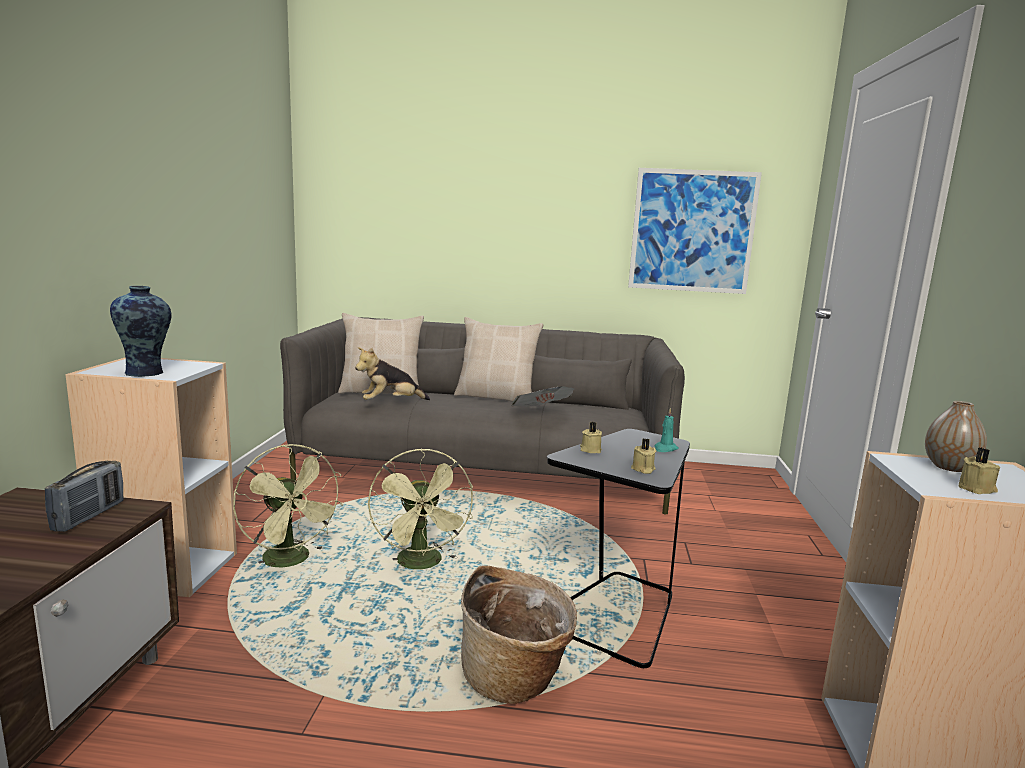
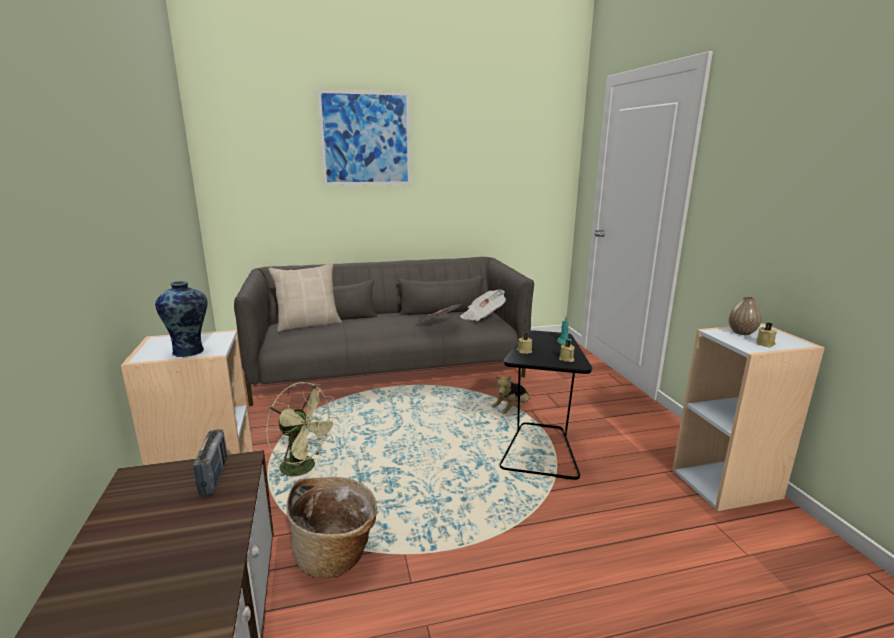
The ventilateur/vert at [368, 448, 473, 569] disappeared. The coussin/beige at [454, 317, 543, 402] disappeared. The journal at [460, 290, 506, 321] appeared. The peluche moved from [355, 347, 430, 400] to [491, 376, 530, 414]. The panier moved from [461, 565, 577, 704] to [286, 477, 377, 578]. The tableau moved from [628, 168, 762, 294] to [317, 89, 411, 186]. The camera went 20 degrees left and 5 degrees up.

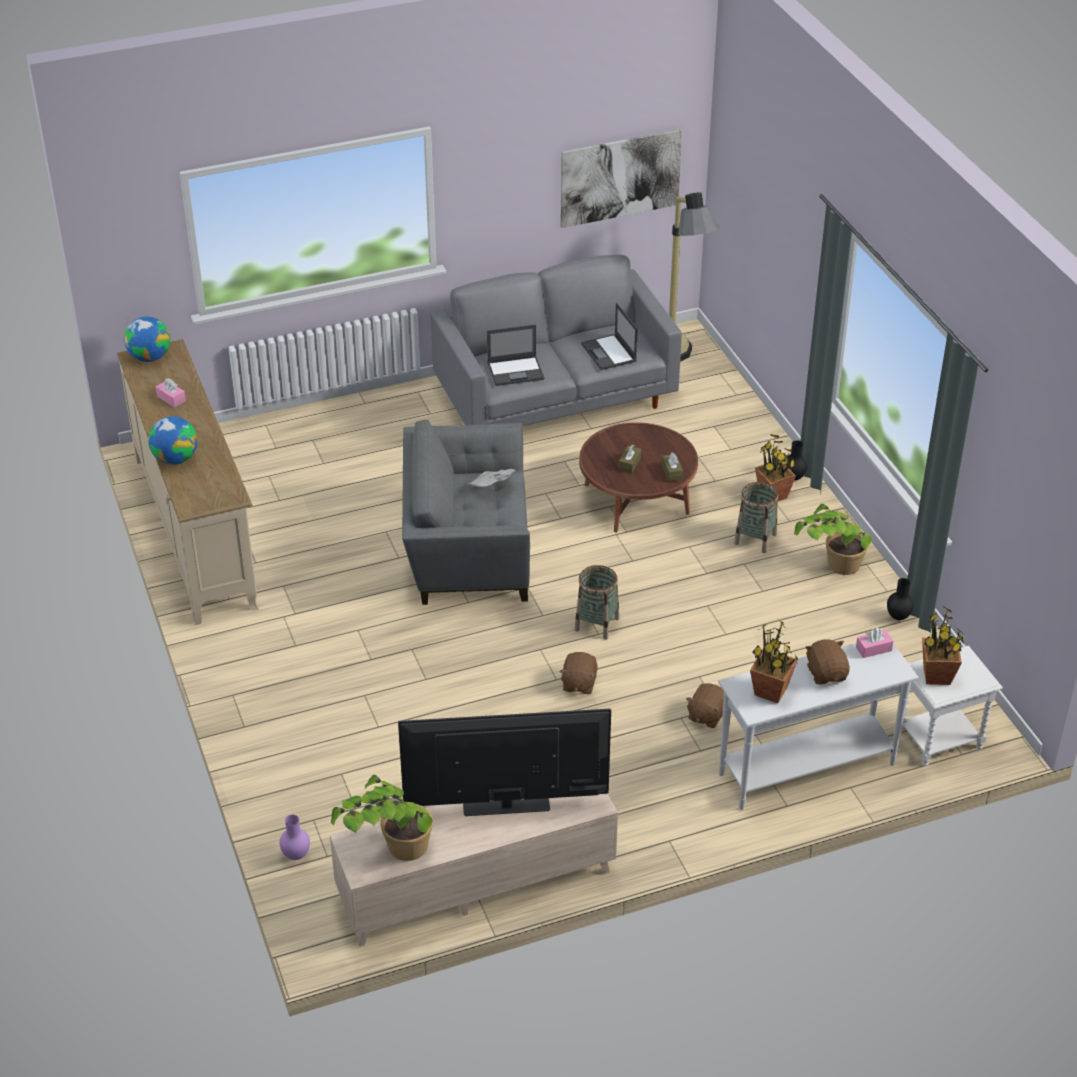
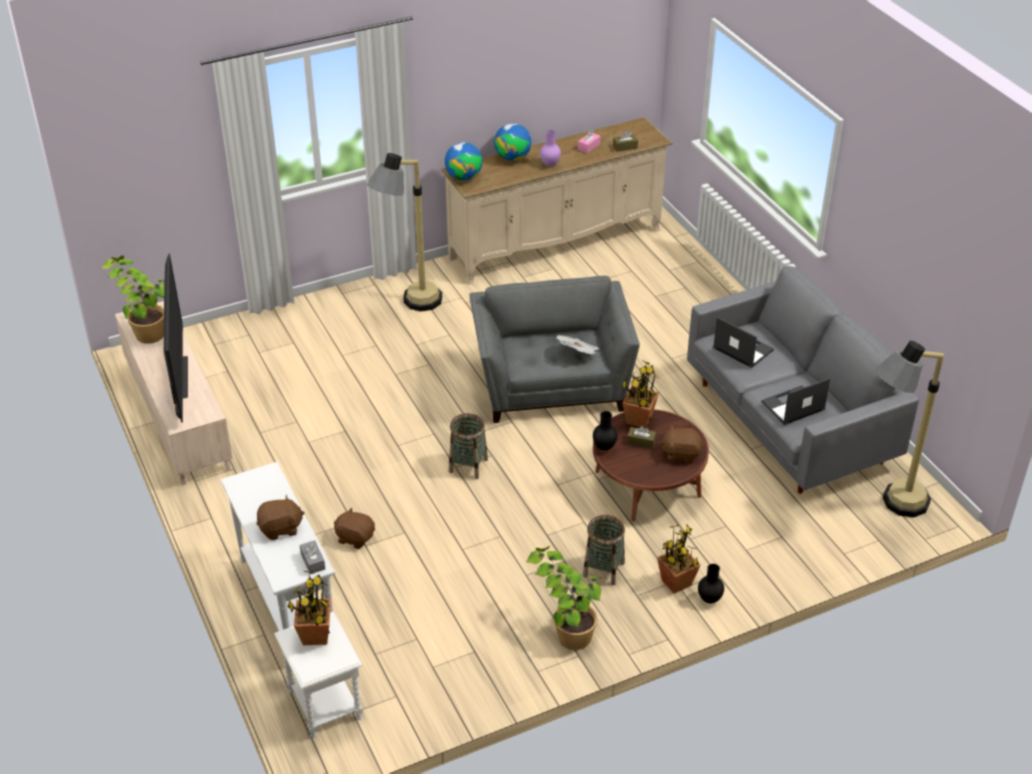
The tableau at [561, 129, 682, 228] disappeared. The lampadaire at [367, 153, 442, 312] appeared. The globe moved from [124, 317, 170, 362] to [445, 142, 482, 181]. The vase/violet moved from [279, 815, 310, 860] to [540, 130, 561, 166]. The peluche/marron moved from [559, 652, 598, 694] to [659, 425, 702, 463]. The boîte à mouchoirs/marron moved from [662, 452, 683, 481] to [613, 131, 638, 152]. The plante en pot moved from [750, 619, 798, 703] to [622, 360, 659, 428]. The vase/noir moved from [887, 578, 914, 620] to [593, 411, 618, 450]. The boîte à mouchoirs/rose at [856, 628, 893, 658] became the boîte à mouchoirs/gris at [300, 540, 325, 574]. The ordinateur portable at [487, 325, 544, 386] turned 150 degrees clockwise. The camera went 85 degrees right and 0 degrees up.

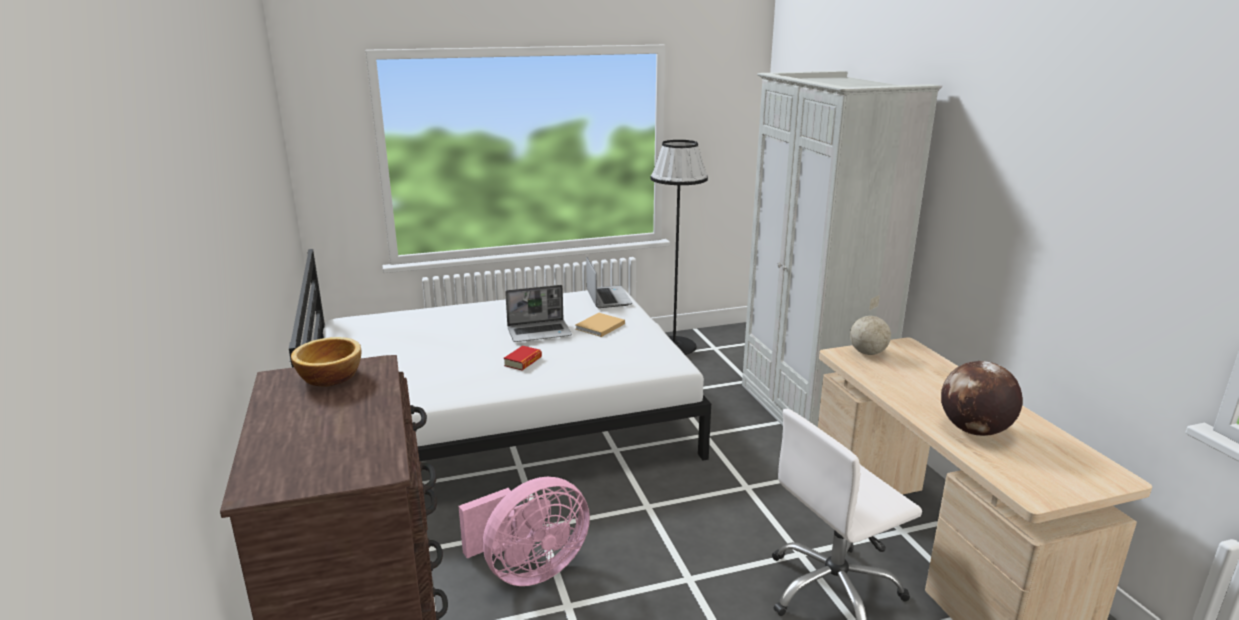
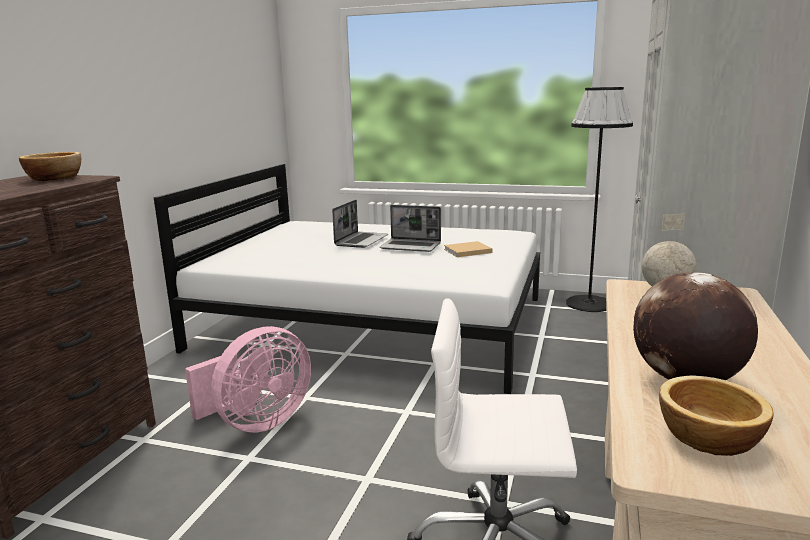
The livre at [504, 346, 542, 370] disappeared. The bol at [659, 376, 774, 456] appeared. The ordinateur portable moved from [586, 257, 632, 308] to [332, 200, 388, 248]. The ventilateur/rose at [459, 477, 590, 586] turned 45 degrees counterclockwise. The camera went 35 degrees right and 5 degrees down.

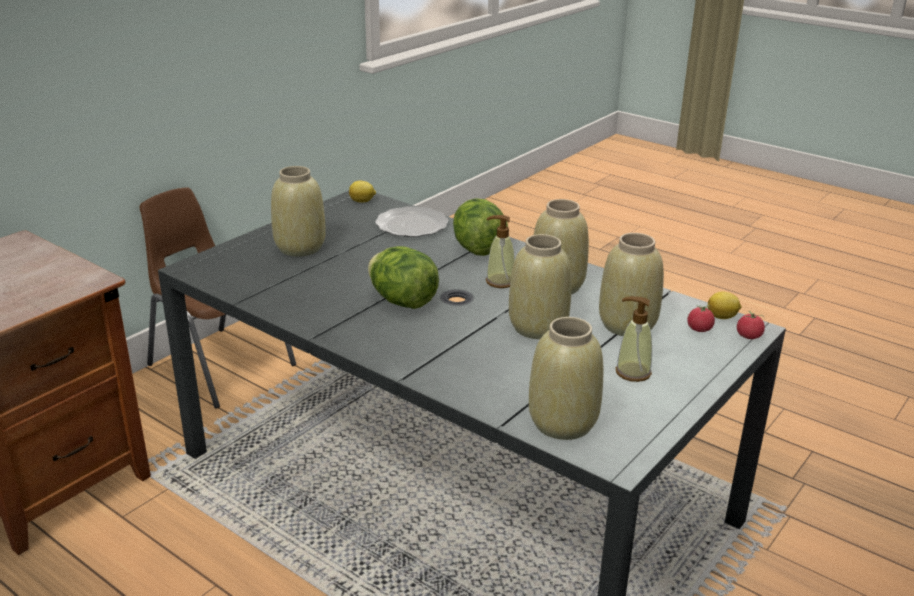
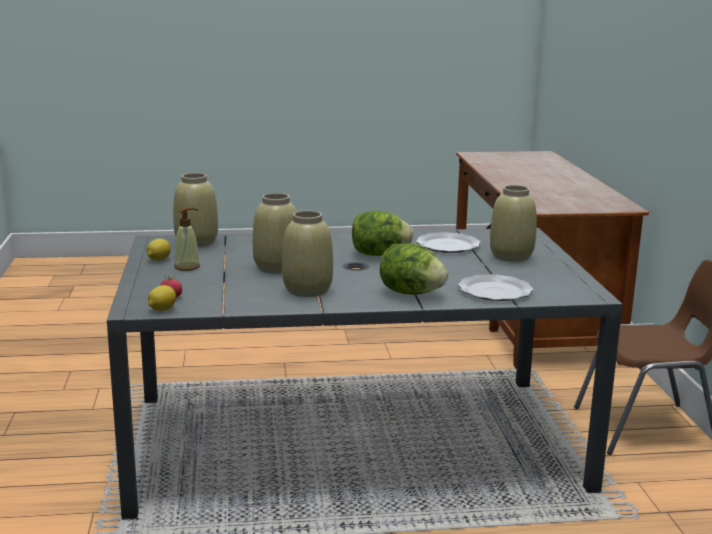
The distributeur de savon at [486, 215, 515, 288] disappeared. The vase/beige at [599, 233, 664, 336] disappeared. The tomate at [737, 311, 765, 339] disappeared. The assiette at [416, 232, 481, 253] appeared. The citron moved from [349, 181, 376, 203] to [147, 239, 171, 261]. The camera went 135 degrees right and 10 degrees down.

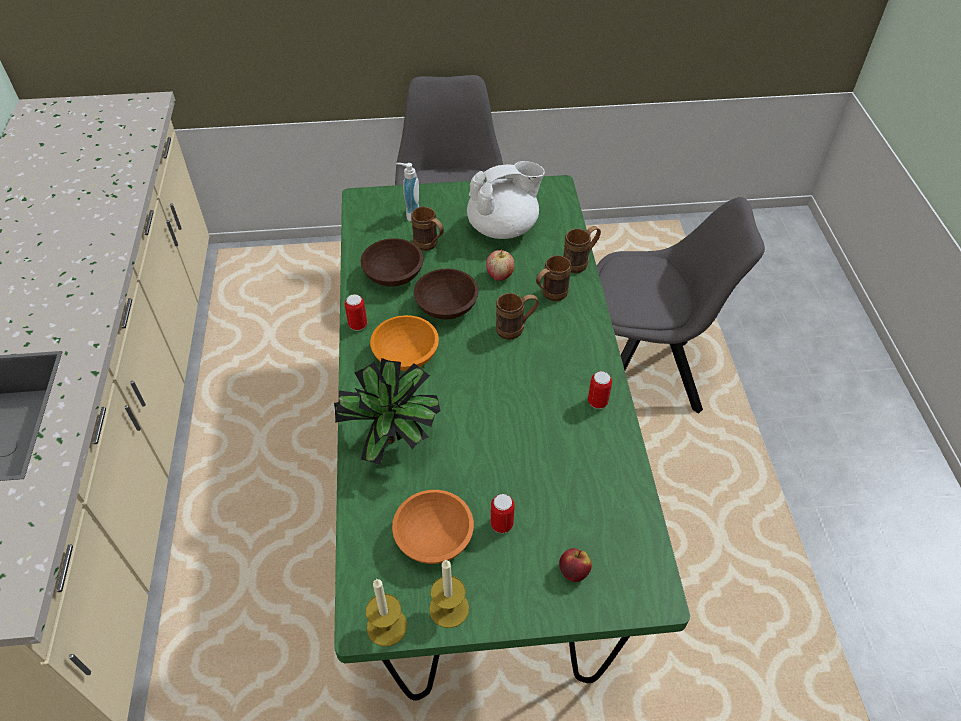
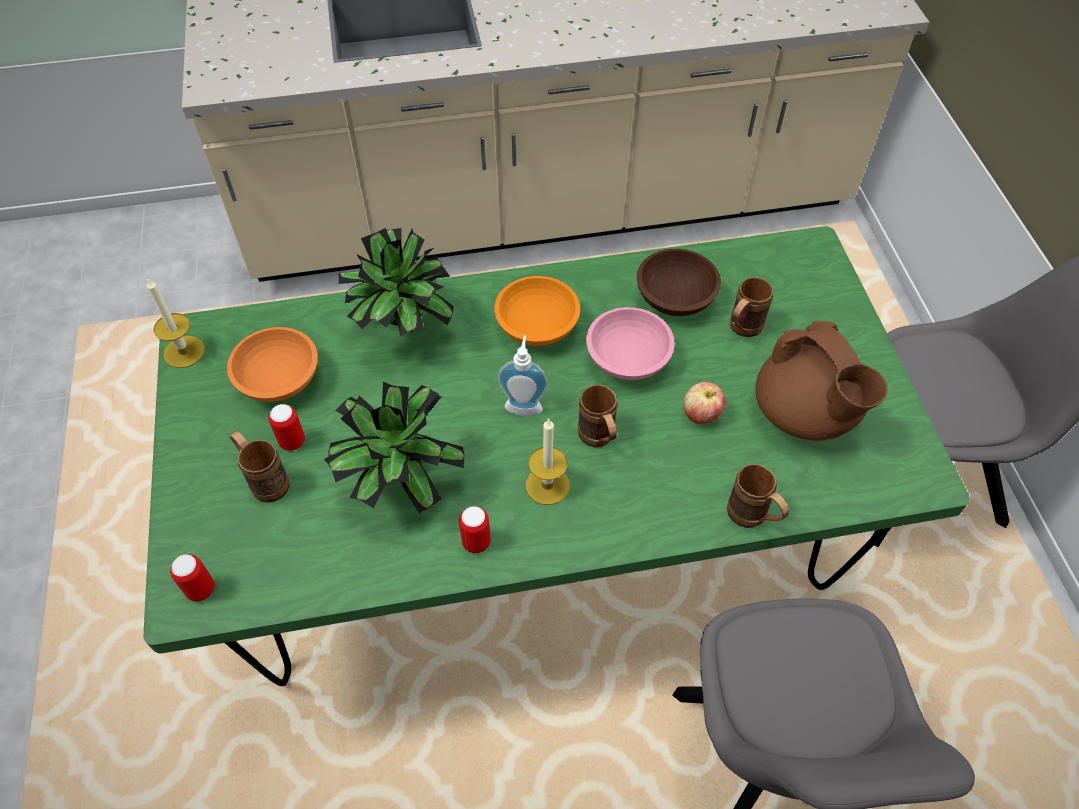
The pomme at [559, 548, 592, 582] disappeared. The plante en pot at [324, 382, 464, 514] appeared. The boîte métallique moved from [345, 294, 367, 331] to [170, 554, 215, 602]. The distributeur de savon moved from [396, 163, 419, 221] to [497, 335, 548, 416]. The bougie moved from [429, 560, 469, 628] to [526, 418, 570, 505]. The mug/marron moved from [536, 255, 571, 301] to [230, 431, 290, 503]. The bol/marron at [414, 269, 479, 319] became the bol/rose at [586, 307, 675, 380]. The théière/blanc at [467, 161, 545, 239] became the théière/marron at [755, 321, 888, 441]. The camera went 85 degrees right and 5 degrees up.

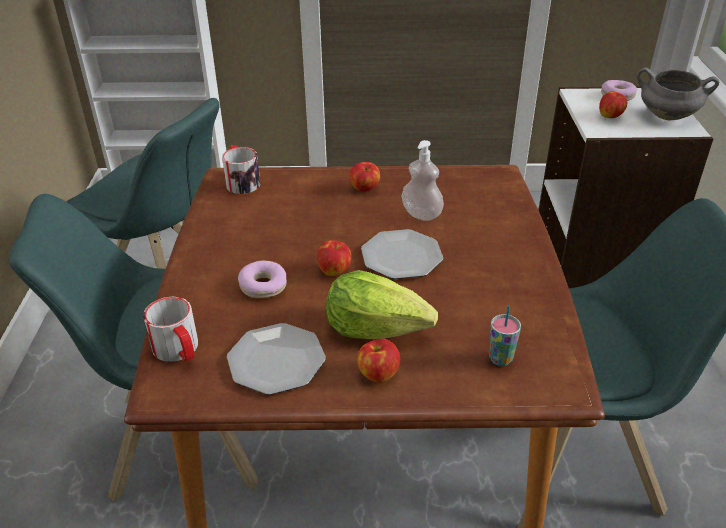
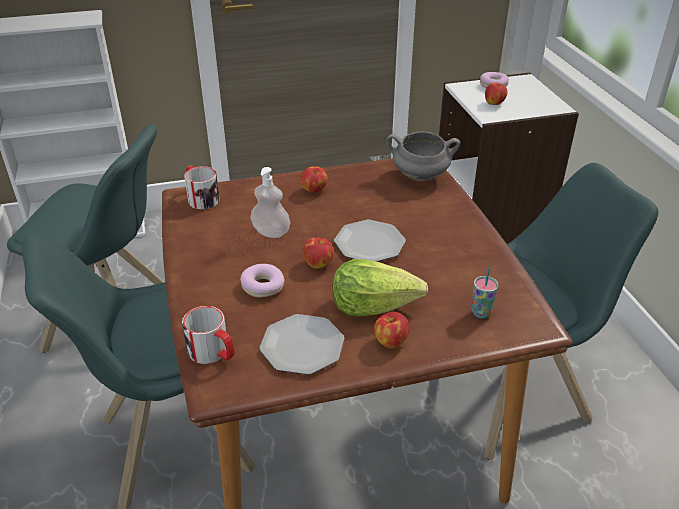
The distributeur de savon moved from [401, 140, 444, 221] to [251, 167, 290, 238]. The marmite/gris moved from [637, 67, 719, 121] to [386, 132, 460, 181]. The camera went 15 degrees left and 0 degrees up.

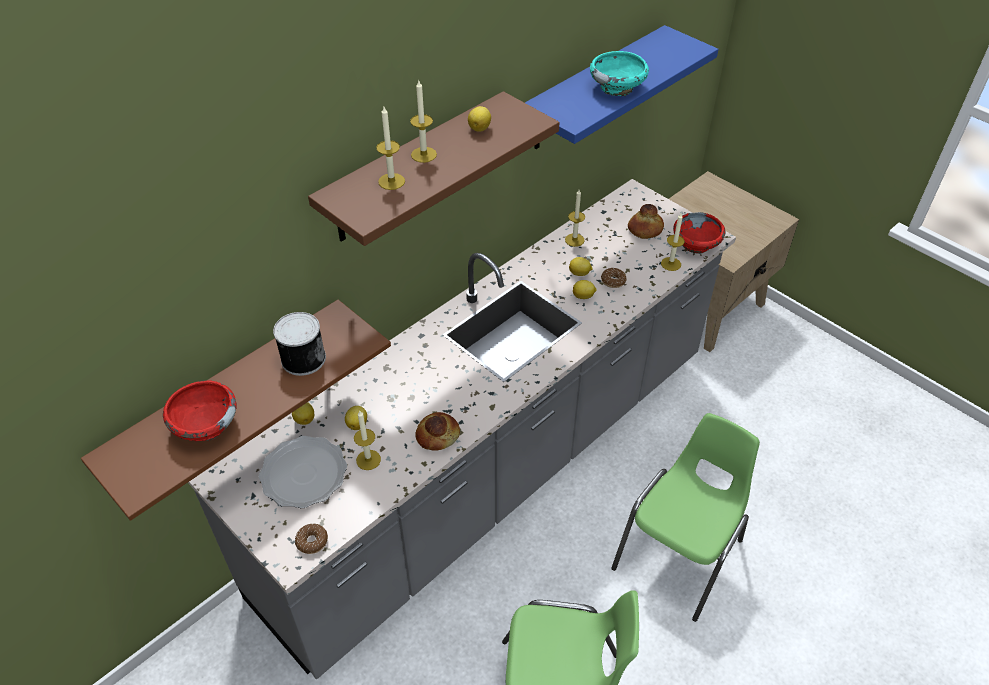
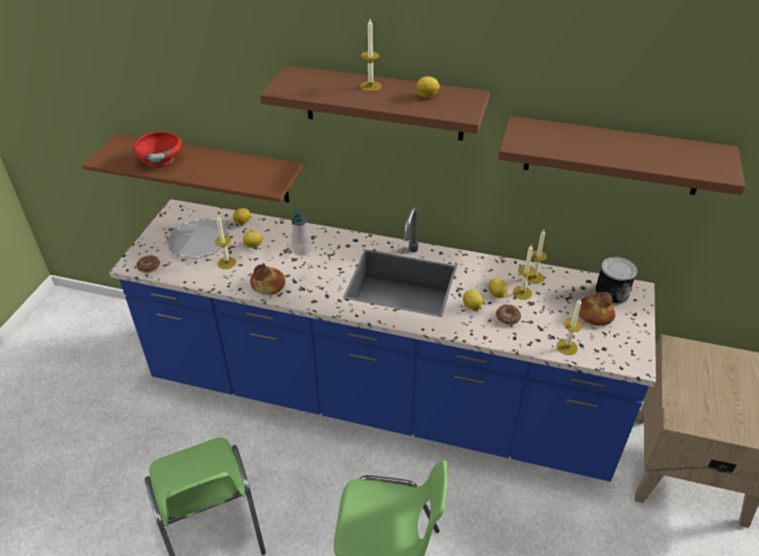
The bol/turquoise at [590, 51, 649, 96] disappeared. The bol/rouge at [673, 212, 725, 254] disappeared. The distributeur de savon at [291, 208, 312, 256] appeared. The boîte métallique moved from [273, 312, 326, 376] to [595, 256, 637, 305]. The bougie moved from [376, 107, 405, 190] to [513, 245, 535, 300]. The comptoir de cuisine/gris at [188, 179, 736, 679] became the comptoir de cuisine/bleu at [109, 199, 656, 482]. The étagère/bleu at [525, 25, 719, 149] became the étagère/marron at [498, 116, 745, 195]. The camera went 60 degrees right and 5 degrees down.

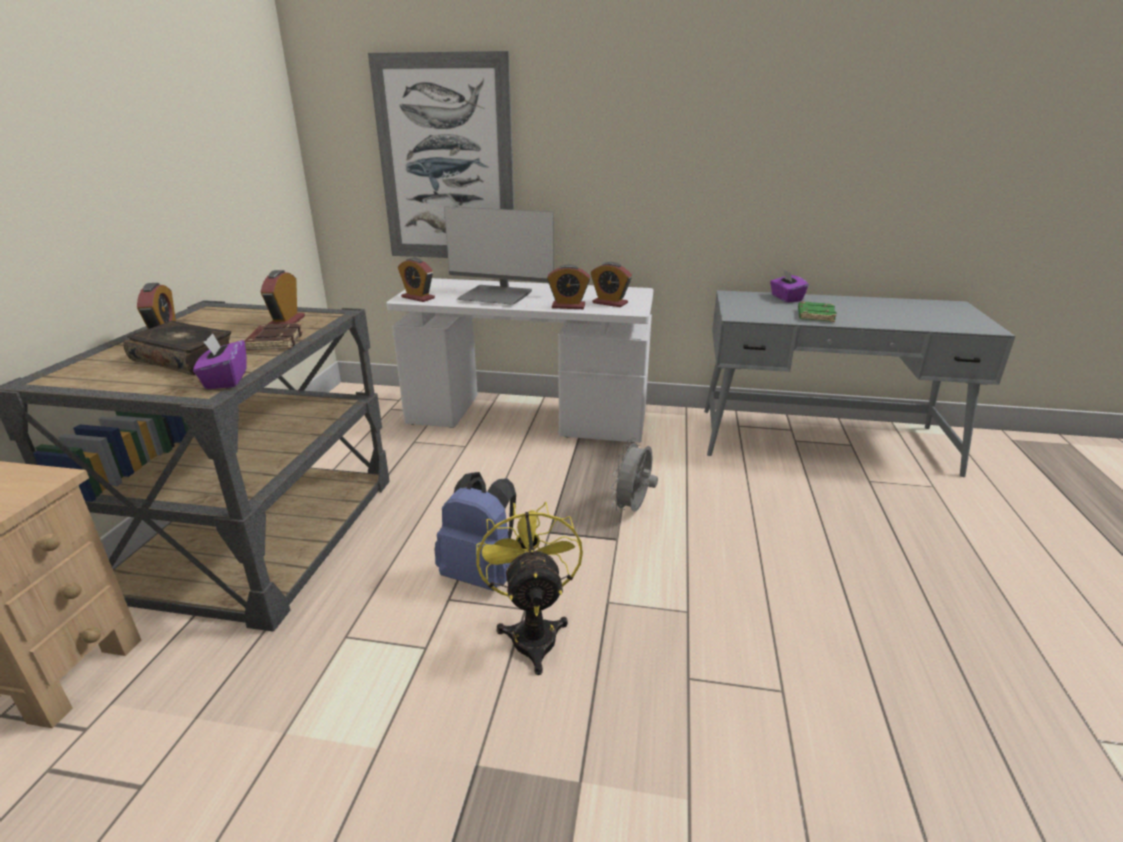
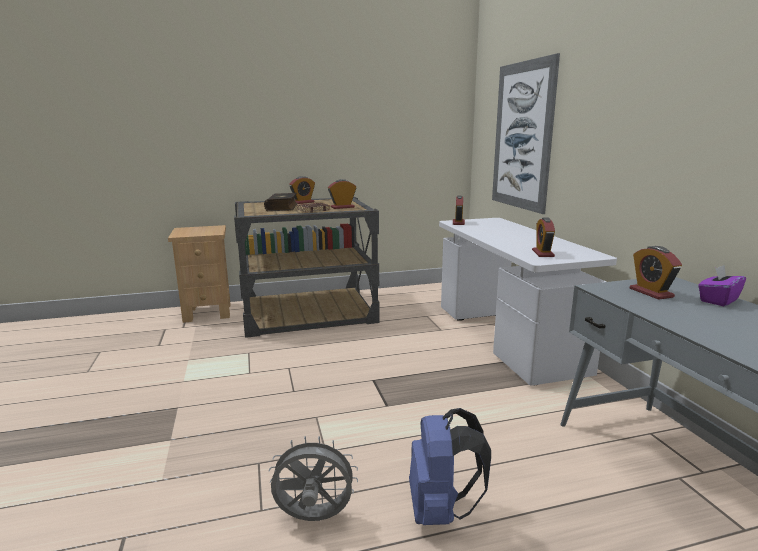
The boîte à mouchoirs/violet at [193, 333, 247, 389] disappeared. The écran d'ordinateur at [444, 206, 554, 305] disappeared. The ventilateur/jaune at [476, 502, 583, 675] disappeared. The livre/vert at [798, 302, 836, 322] disappeared. The sac à dos/bleu moved from [434, 472, 516, 591] to [409, 408, 491, 525]. The réveil moved from [547, 265, 590, 309] to [630, 246, 682, 300]. The ventilateur/gris moved from [611, 438, 658, 513] to [269, 436, 358, 521]. The camera went 65 degrees right and 10 degrees down.

